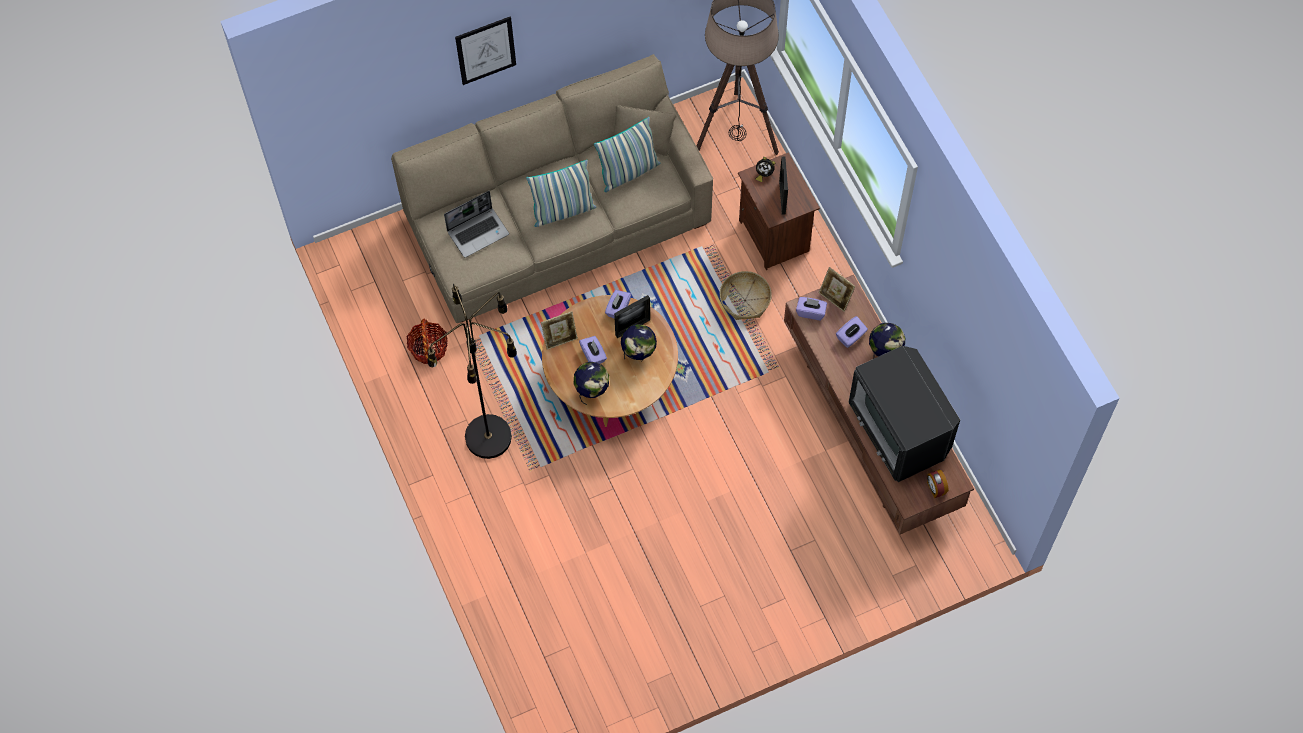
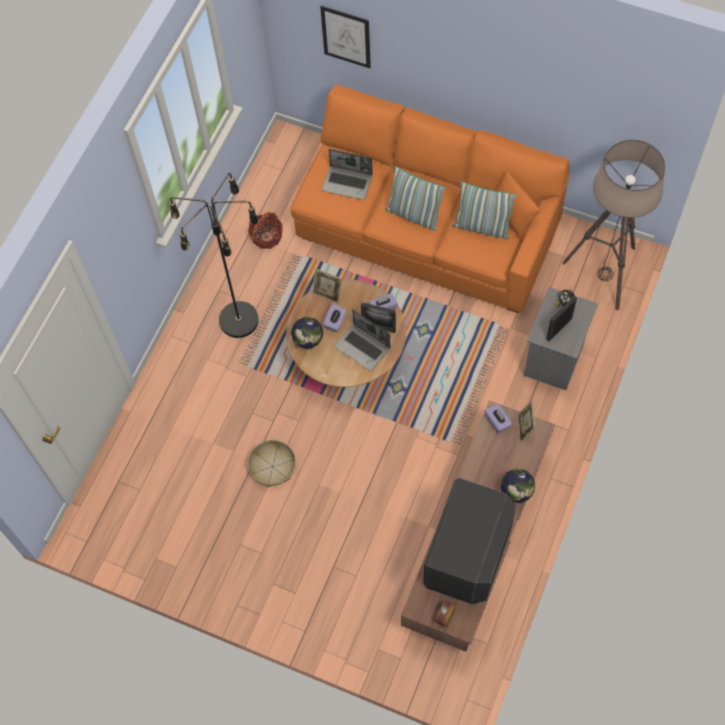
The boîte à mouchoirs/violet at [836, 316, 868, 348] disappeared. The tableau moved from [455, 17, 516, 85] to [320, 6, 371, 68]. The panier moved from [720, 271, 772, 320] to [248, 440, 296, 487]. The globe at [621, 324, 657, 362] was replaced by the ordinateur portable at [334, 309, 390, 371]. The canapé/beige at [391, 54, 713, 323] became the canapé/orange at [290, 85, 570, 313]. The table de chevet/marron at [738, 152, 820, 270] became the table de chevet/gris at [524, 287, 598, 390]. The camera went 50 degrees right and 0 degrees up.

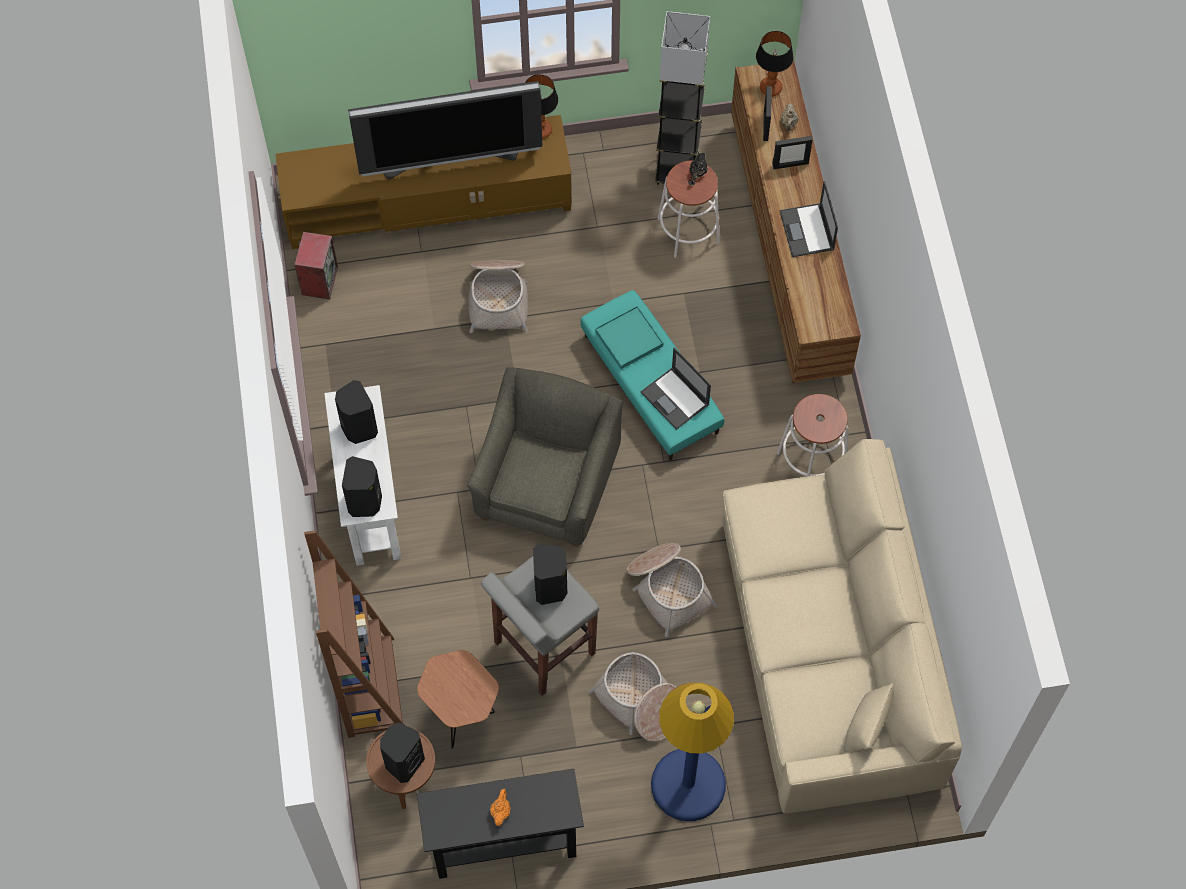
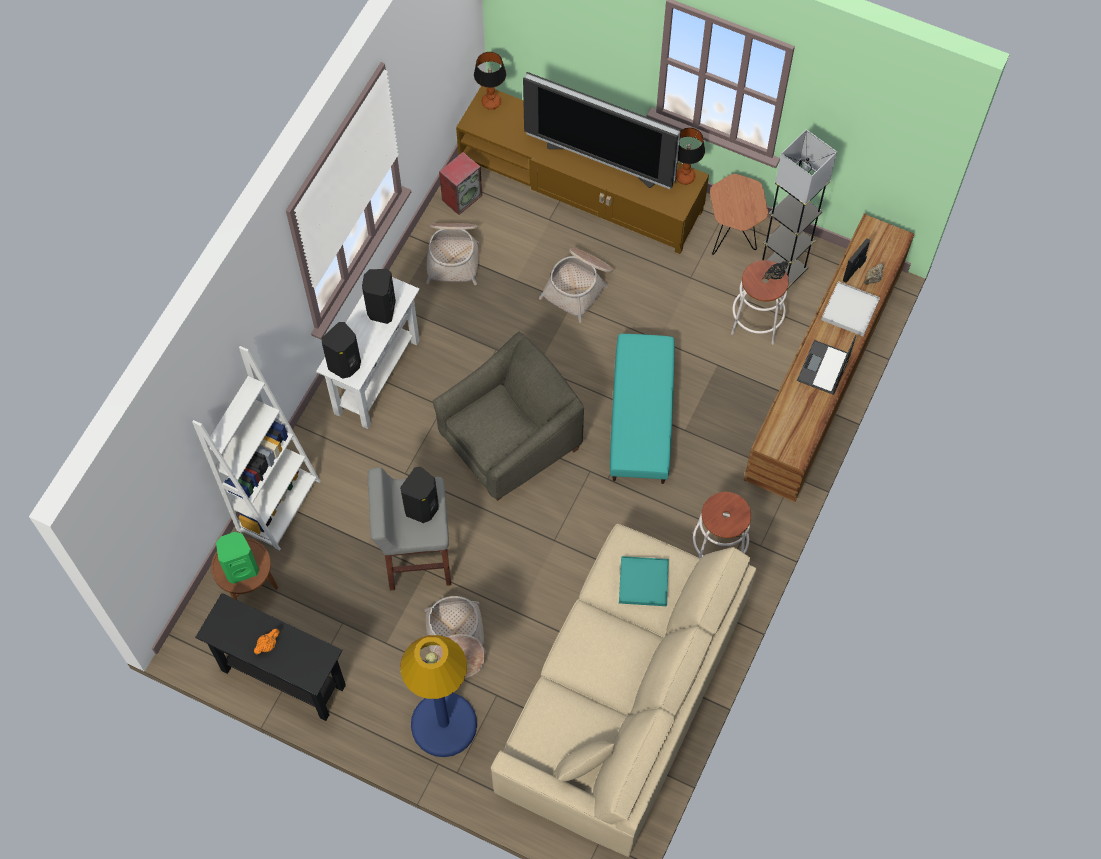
The ordinateur portable at [641, 348, 711, 430] disappeared. The table d'appoint/marron moved from [417, 650, 499, 749] to [710, 174, 768, 255]. The plateau/turquoise moved from [595, 306, 663, 369] to [619, 556, 669, 606]. The panier moved from [627, 543, 717, 637] to [426, 223, 479, 285]. The lampe de table moved from [756, 31, 794, 96] to [474, 52, 506, 110]. The cadre photo at [772, 136, 813, 169] was replaced by the plateau/blanc at [821, 281, 880, 336]. The bibliothèque/marron at [304, 530, 404, 738] became the bibliothèque/blanc at [192, 346, 320, 551]. The enceinte/noir at [380, 723, 425, 783] became the enceinte/vert at [216, 532, 259, 584]. The camera went 35 degrees right and 0 degrees up.

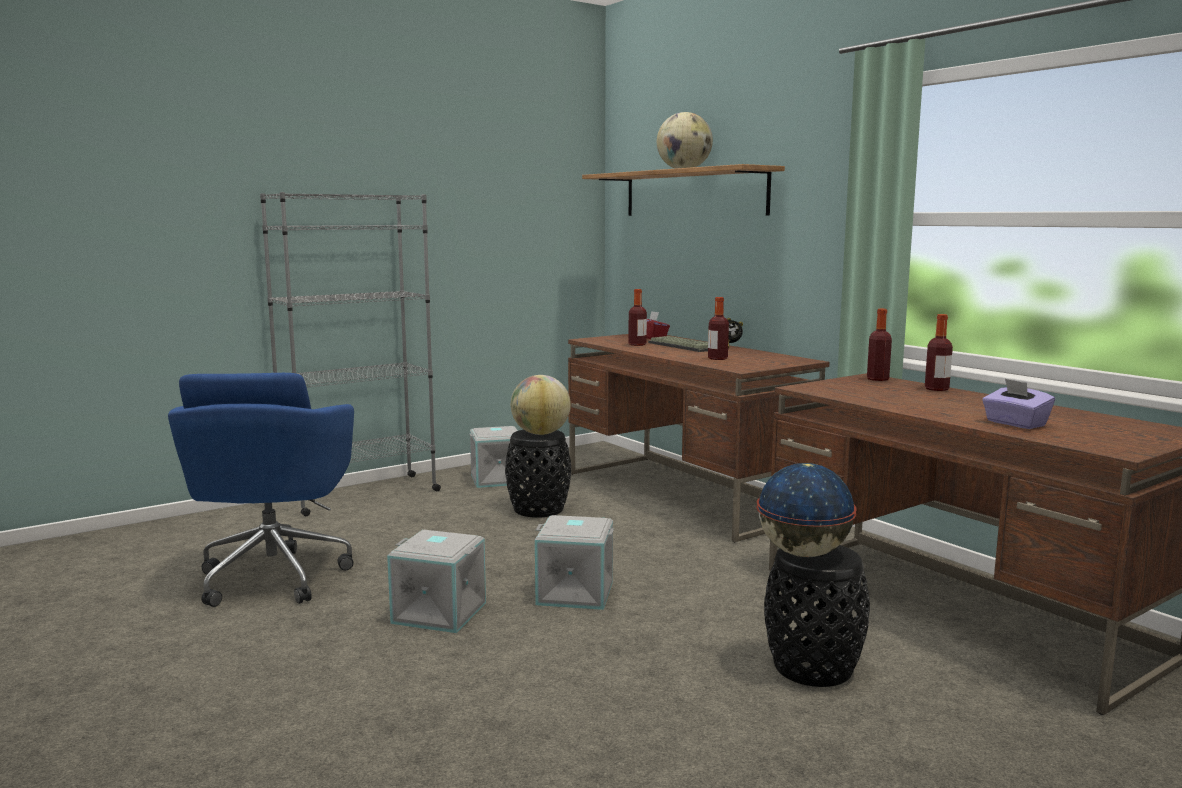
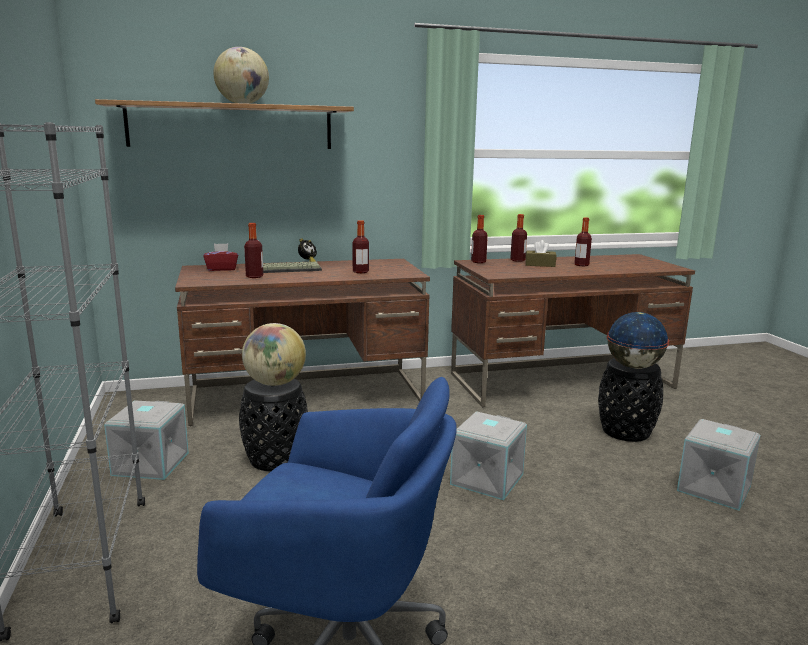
The boîte à mouchoirs/violet at [982, 379, 1055, 429] disappeared. The boîte à mouchoirs/marron at [526, 240, 556, 267] appeared. The bouteille at [574, 218, 592, 266] appeared. The boîte de rangement/gris moved from [387, 530, 486, 633] to [677, 419, 761, 511]. The camera went 70 degrees left and 5 degrees up.

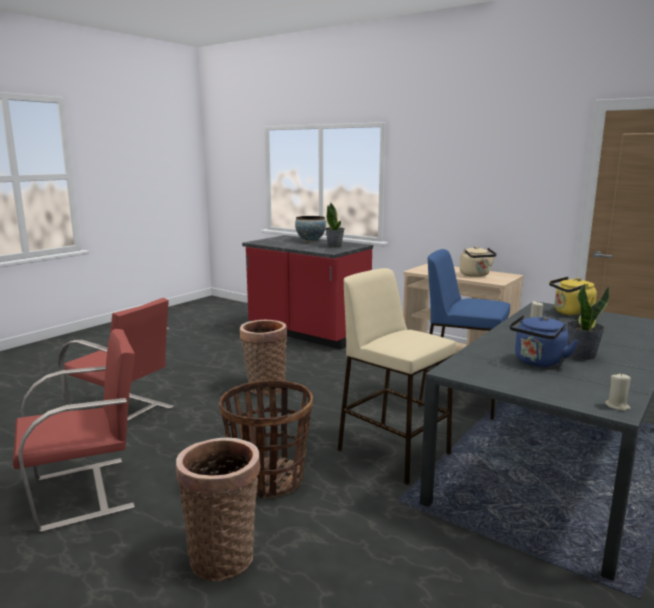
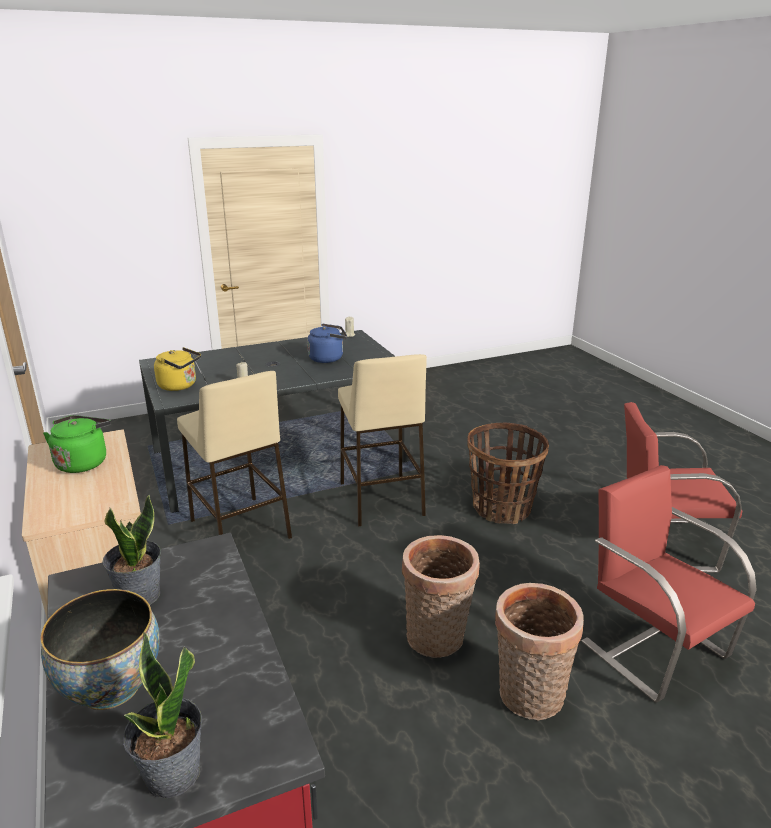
The panier moved from [176, 438, 260, 581] to [495, 583, 584, 720]. The plante en pot moved from [567, 283, 610, 360] to [123, 632, 202, 798]. The tabouret/bleu at [418, 249, 510, 420] became the tabouret/beige at [177, 371, 292, 539]. The bouilloire/beige at [460, 246, 497, 277] became the bouilloire/vert at [43, 415, 111, 473]. The camera went 150 degrees left and 10 degrees up.

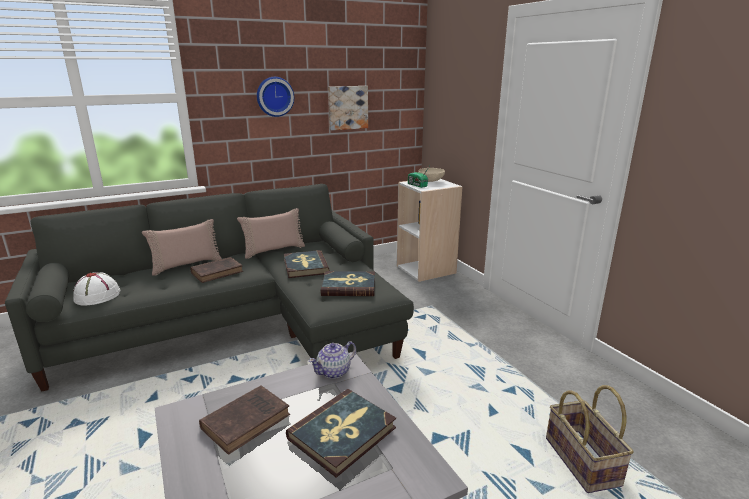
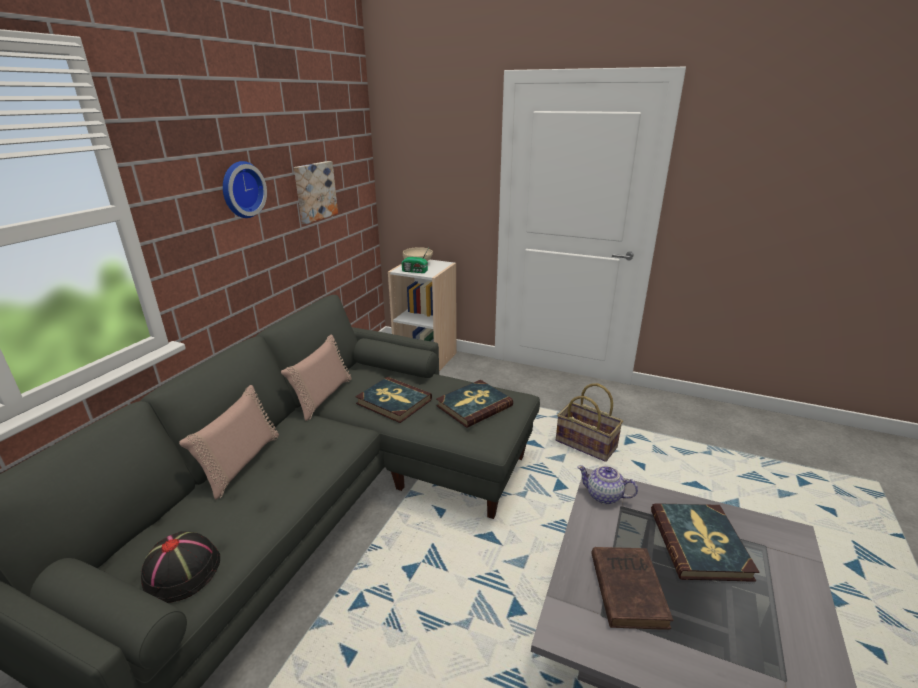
The livre/marron at [190, 257, 243, 283] disappeared. The panier moved from [546, 385, 634, 493] to [556, 383, 623, 462]. The chapeau/blanc at [73, 272, 121, 306] became the chapeau/noir at [141, 531, 220, 603]. The théière at [309, 341, 356, 379] turned 105 degrees clockwise. The camera went 40 degrees left and 5 degrees up.

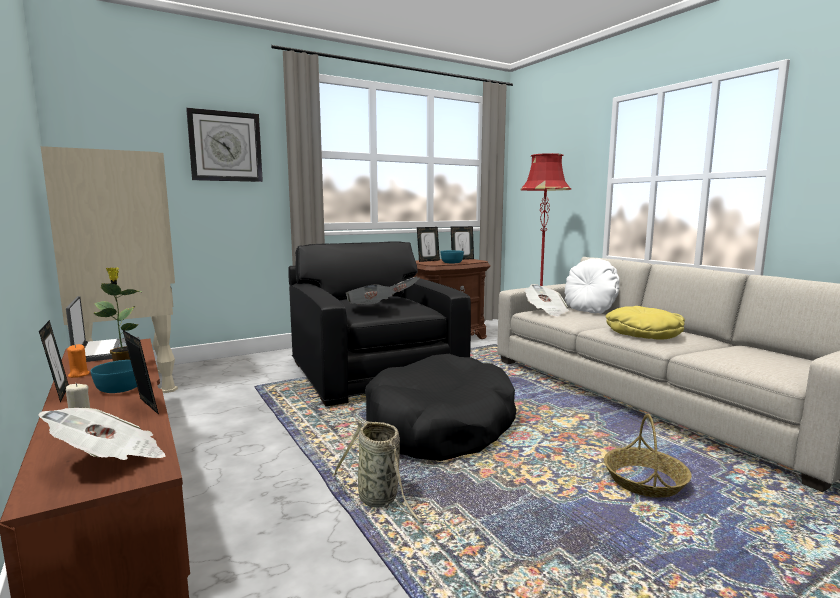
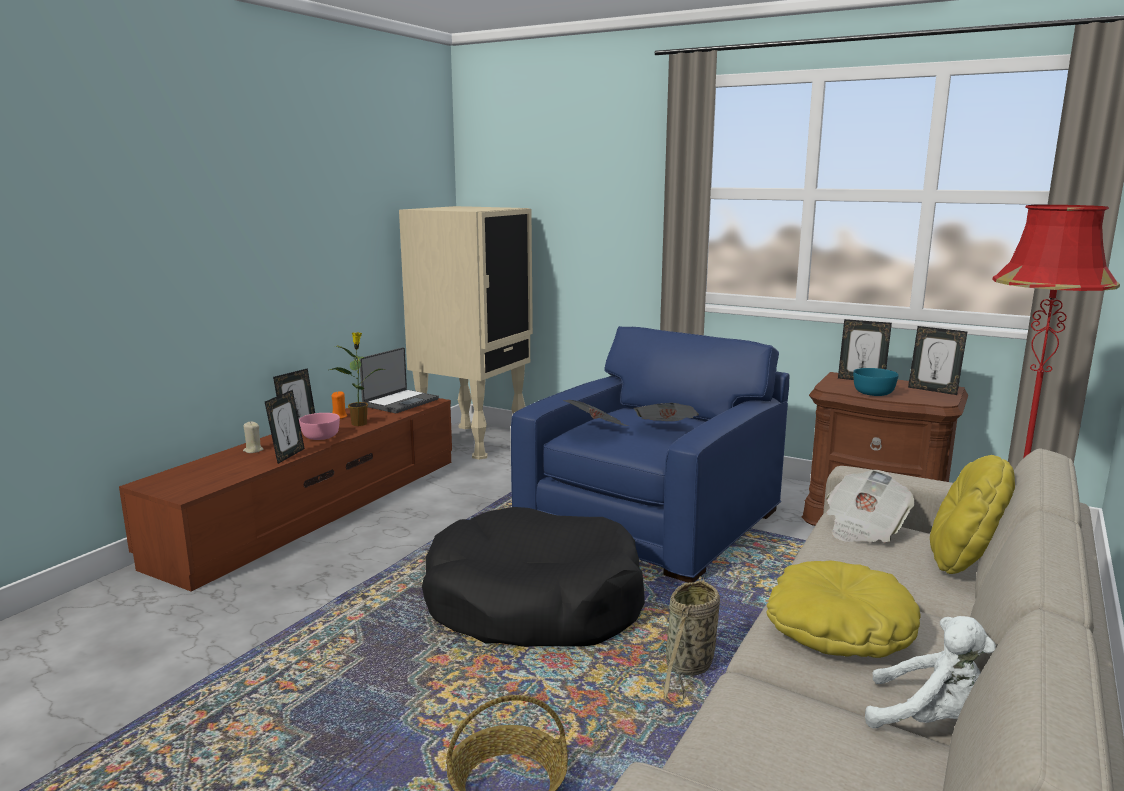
The journal at [39, 408, 166, 460] disappeared. The horloge murale at [186, 108, 263, 182] disappeared. The peluche/blanc at [865, 616, 996, 729] appeared. The panier moved from [332, 420, 425, 523] to [664, 577, 720, 705]. The bol/turquoise at [91, 360, 137, 393] became the bol/rose at [299, 413, 340, 440]. The fauteuil/noir at [288, 241, 471, 406] became the fauteuil/bleu at [511, 326, 789, 583]. The coussin/blanc at [565, 258, 620, 314] became the coussin/jaune at [930, 455, 1015, 574]. The camera went 60 degrees right and 5 degrees up.

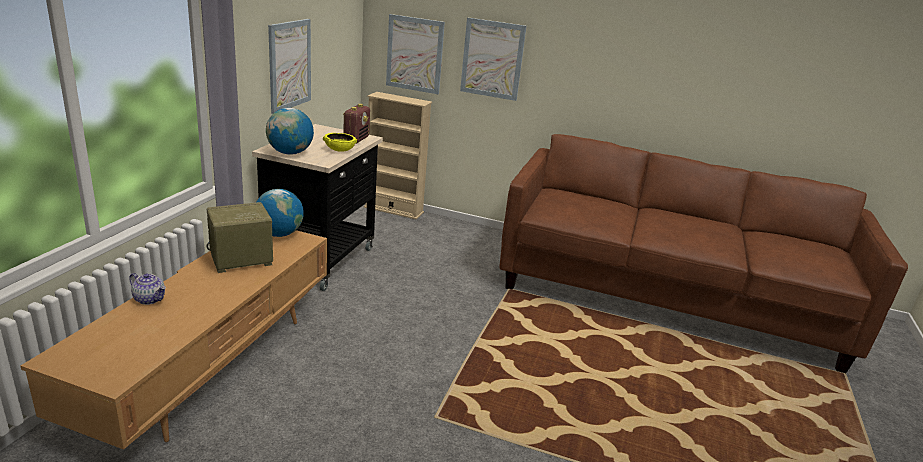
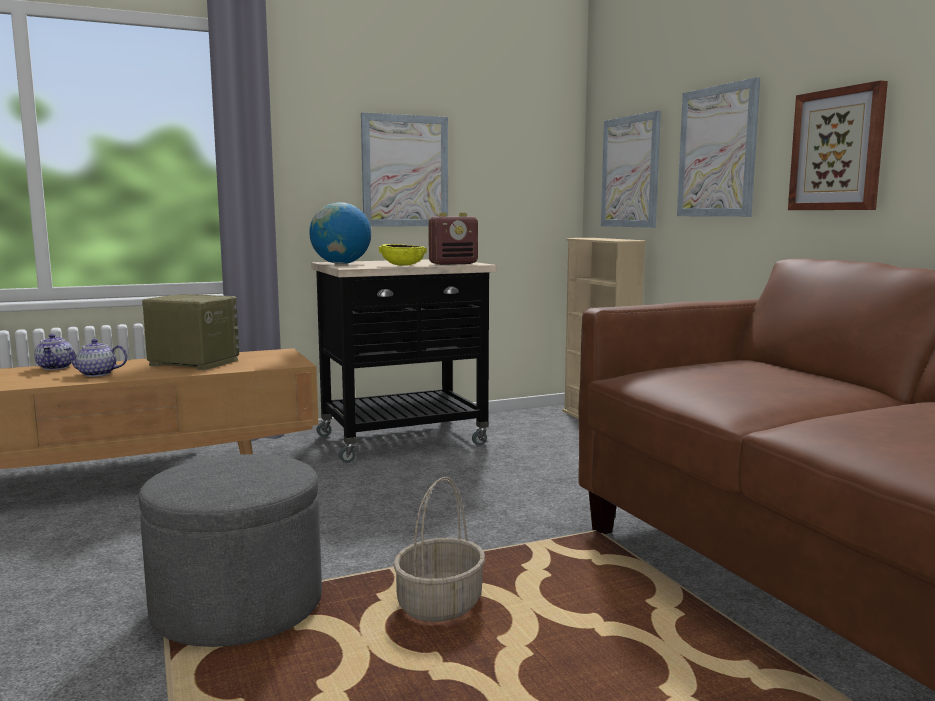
The globe at [257, 189, 304, 237] disappeared. The théière at [64, 339, 127, 377] appeared. The pouf/gris at [139, 454, 322, 647] appeared. The panier at [393, 477, 485, 622] appeared. The tableau at [788, 80, 888, 210] appeared. The camera went 50 degrees right and 15 degrees down.

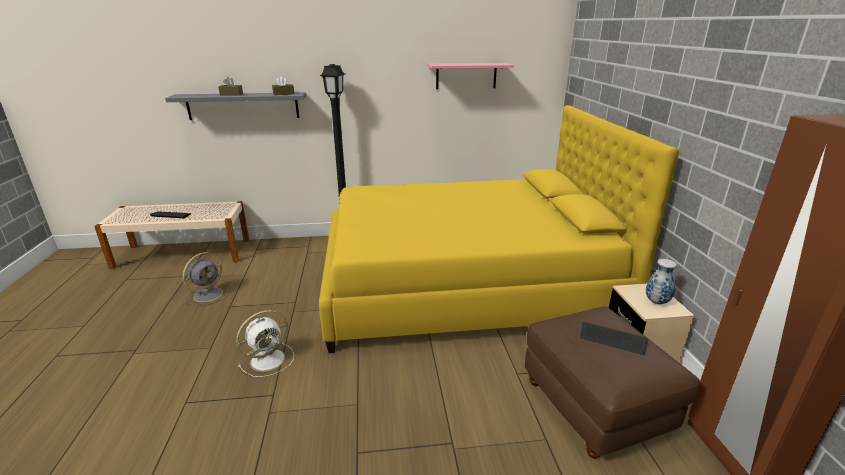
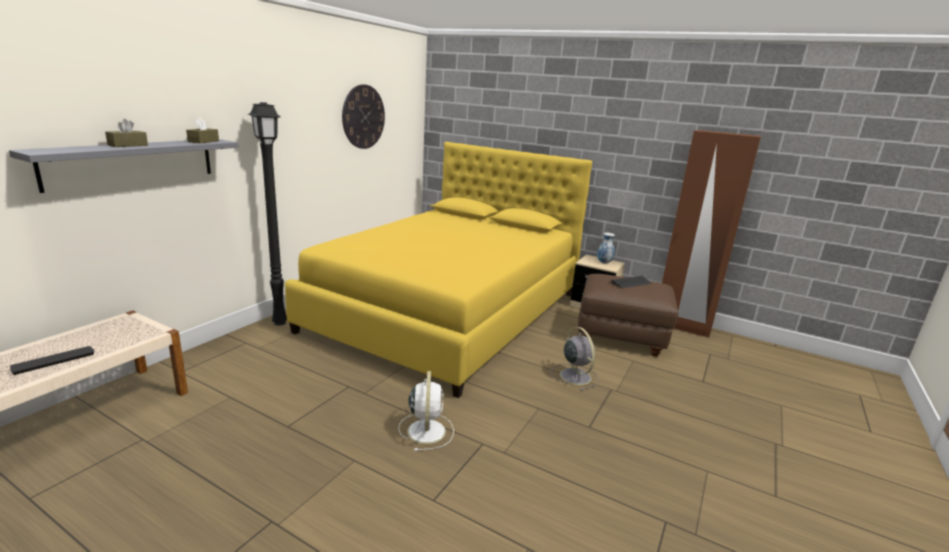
The ventilateur/gris moved from [183, 252, 231, 306] to [551, 327, 599, 391]. The étagère/rose at [427, 63, 514, 89] was replaced by the horloge murale at [342, 84, 385, 149]. The camera went 55 degrees left and 5 degrees down.

